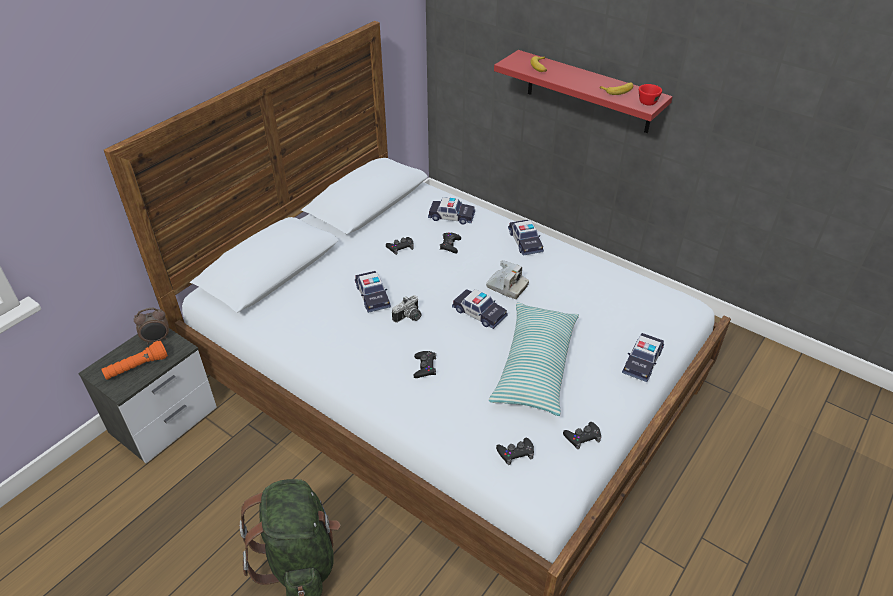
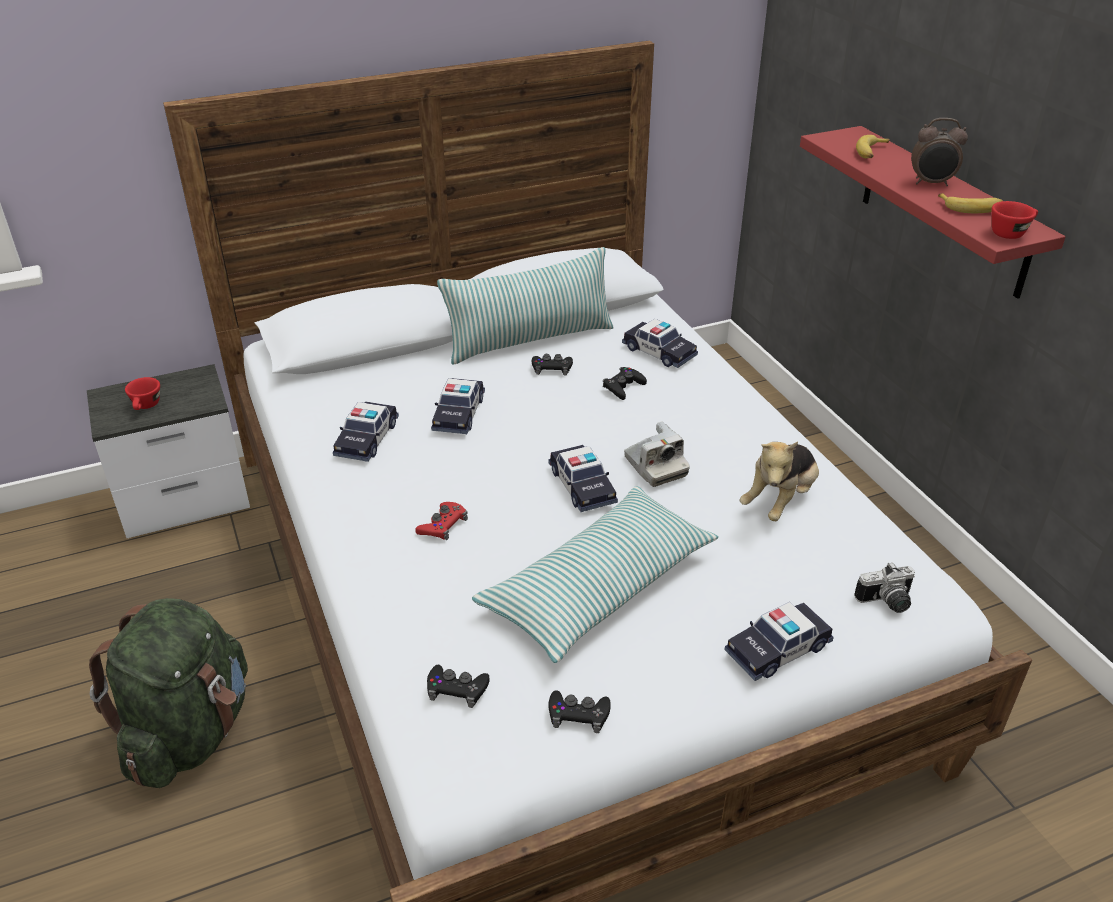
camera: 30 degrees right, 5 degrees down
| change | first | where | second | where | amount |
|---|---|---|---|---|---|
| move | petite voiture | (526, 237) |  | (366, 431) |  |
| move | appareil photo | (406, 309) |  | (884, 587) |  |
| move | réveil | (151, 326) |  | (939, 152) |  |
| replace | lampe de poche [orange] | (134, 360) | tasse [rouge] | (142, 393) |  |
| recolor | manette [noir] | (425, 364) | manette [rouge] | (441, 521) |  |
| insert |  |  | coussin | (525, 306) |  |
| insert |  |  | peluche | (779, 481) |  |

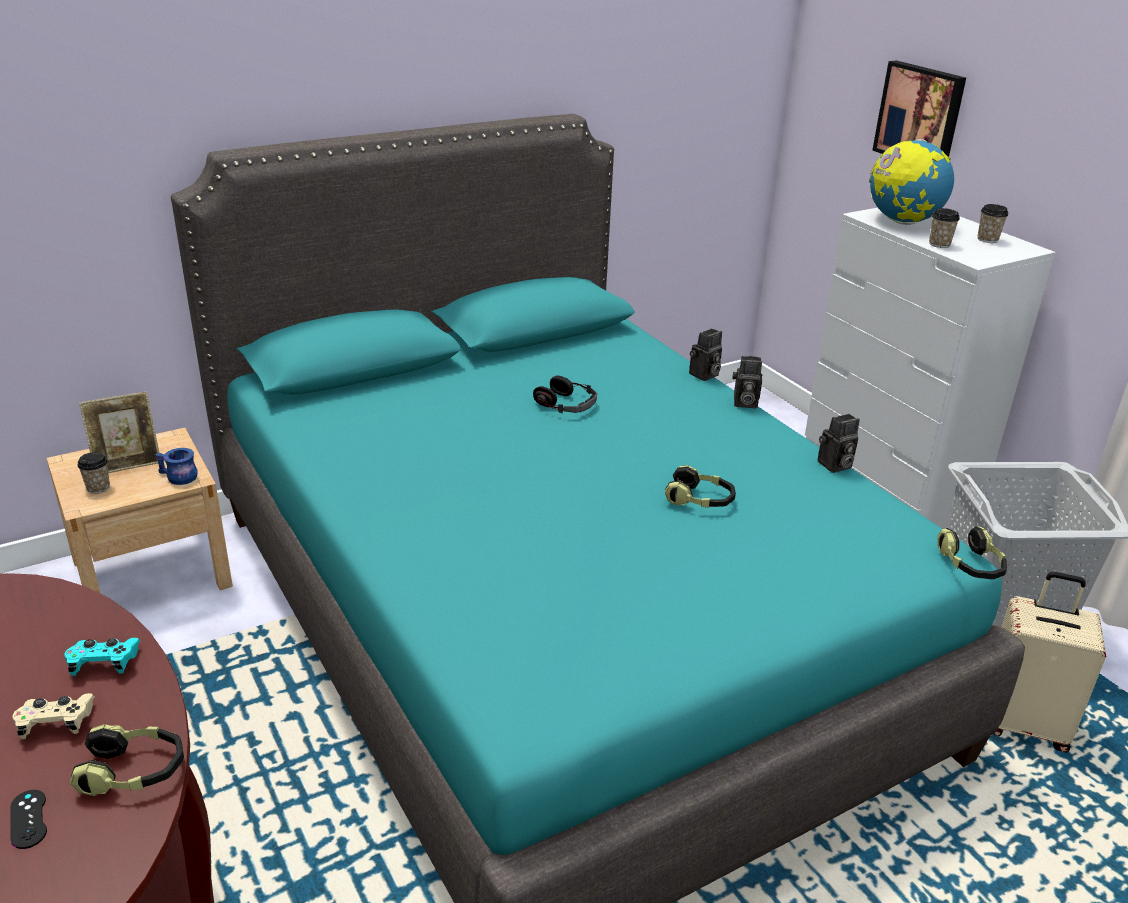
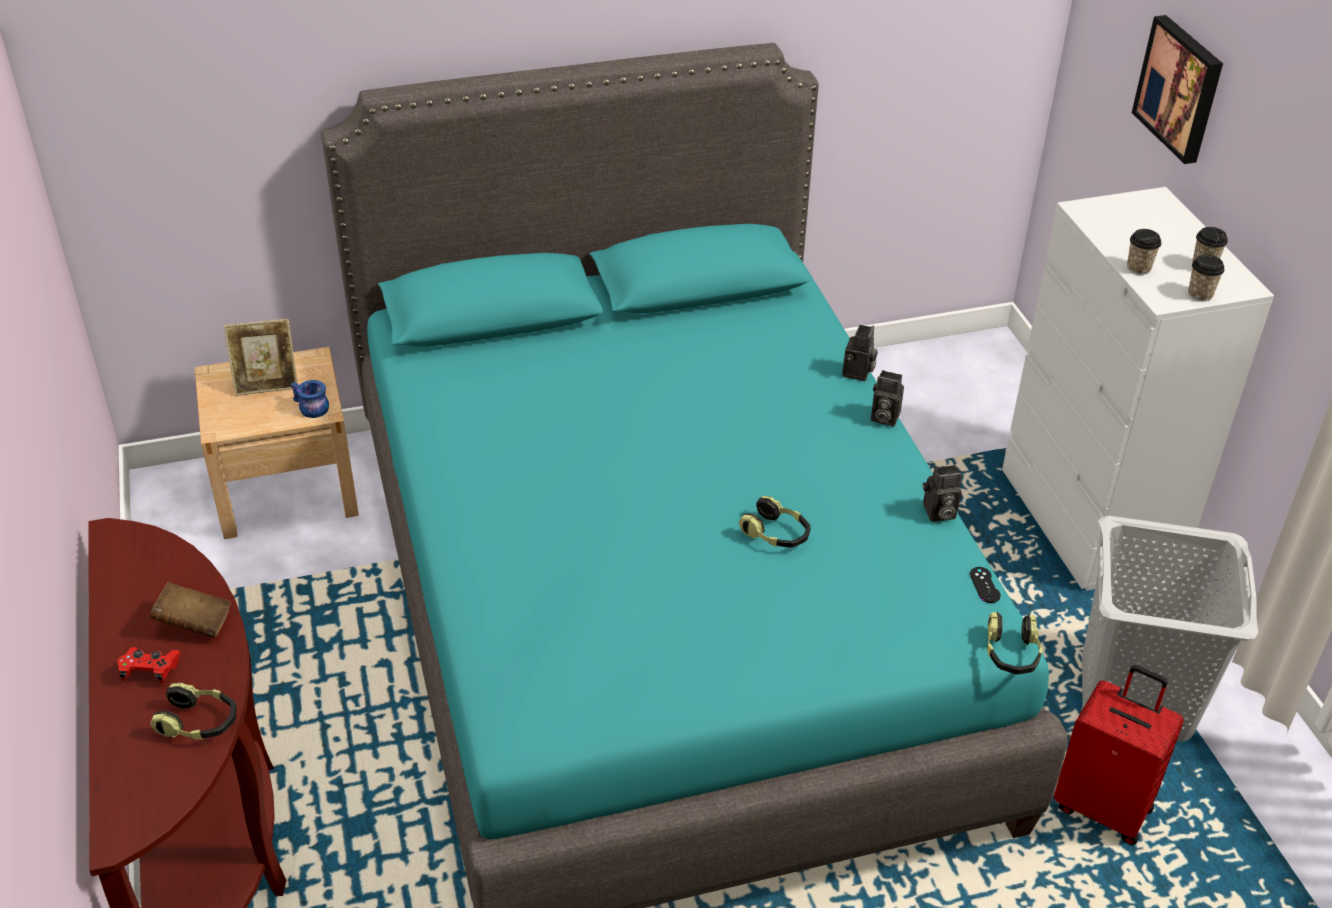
camera: 15 degrees right, 10 degrees up
| change | first | where | second | where | amount |
|---|---|---|---|---|---|
| delete | globe | (911, 182) |  |  |  |
| rotate | appareil photo | (705, 355) |  | (860, 353) | 45 degrees counterclockwise |
| delete | casque audio | (565, 394) |  |  |  |
| move | tasse | (93, 473) |  | (1206, 278) |  |
| recolor | valise [beige] | (1049, 662) | valise [rouge] | (1119, 755) |  |
| replace | manette [turquoise] | (102, 657) | livre [marron] | (190, 610) |  |
| recolor | manette [beige] | (53, 716) | manette [rouge] | (149, 665) |  |
| move | manette [noir] | (29, 819) |  | (985, 585) |  |

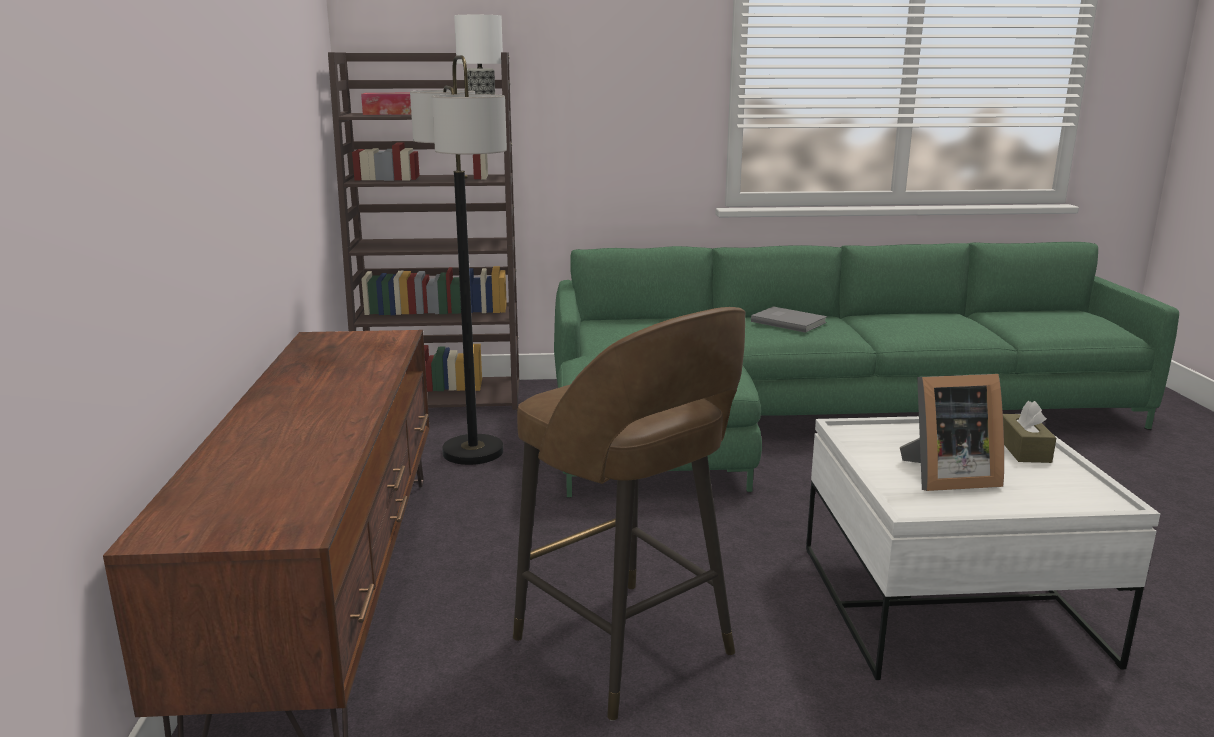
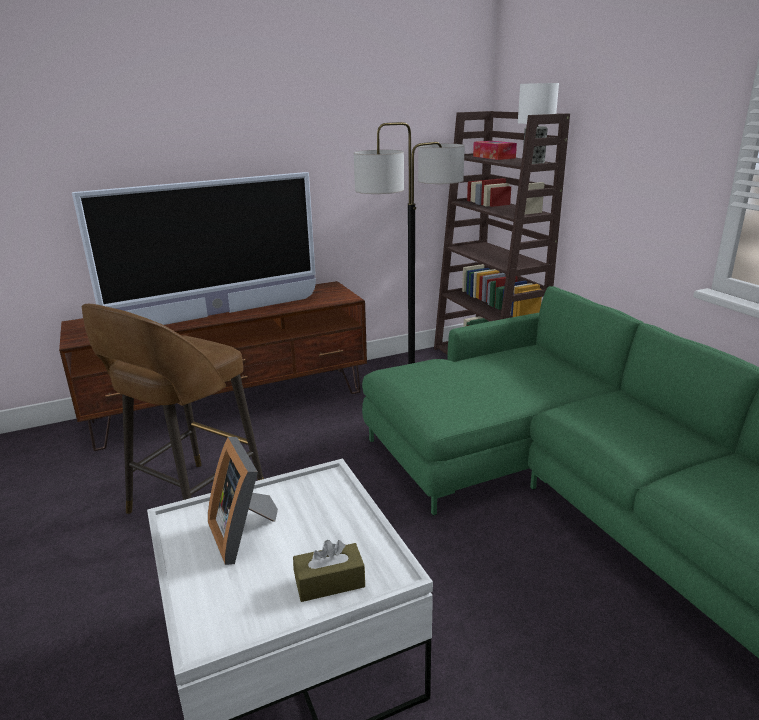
camera: 70 degrees right, 5 degrees up
| change | first | where | second | where | amount |
|---|---|---|---|---|---|
| delete | livre [gris] | (789, 319) |  |  |  |
| insert |  |  | téléviseur | (194, 248) |  |

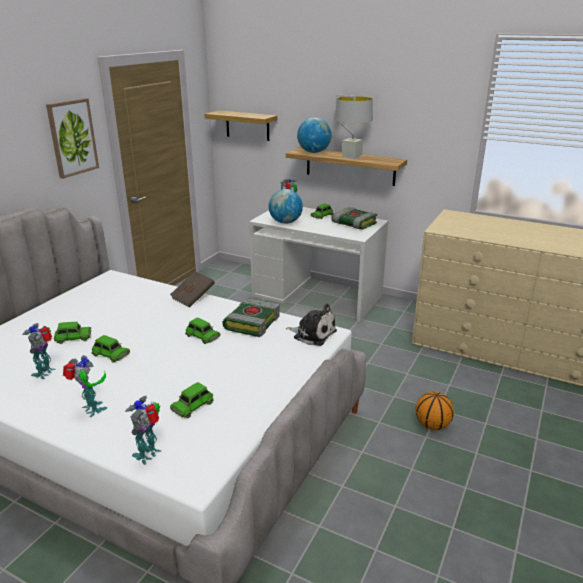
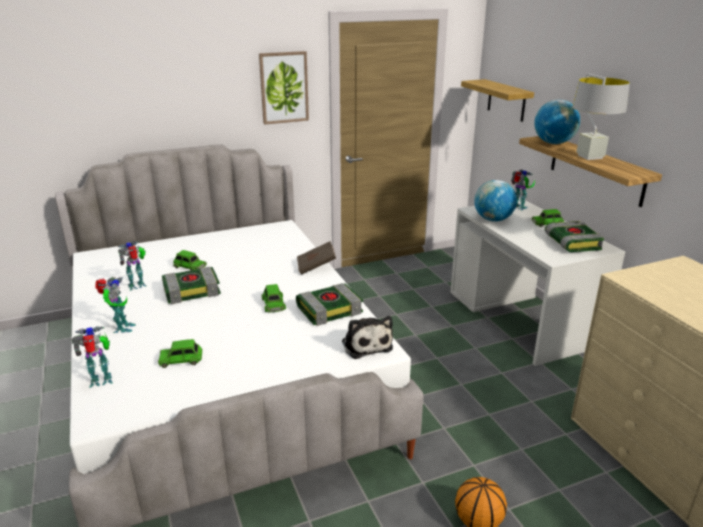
camera: 40 degrees right, 0 degrees up
| change | first | where | second | where | amount |
|---|---|---|---|---|---|
| replace | petite voiture [vert] | (111, 349) | livre | (191, 285) |  |

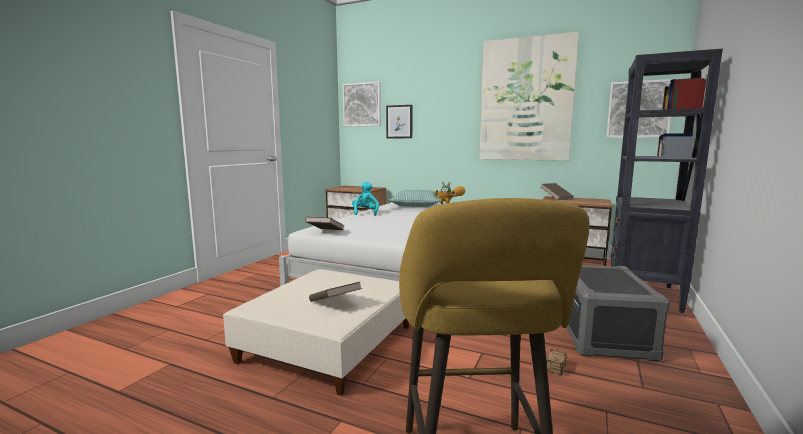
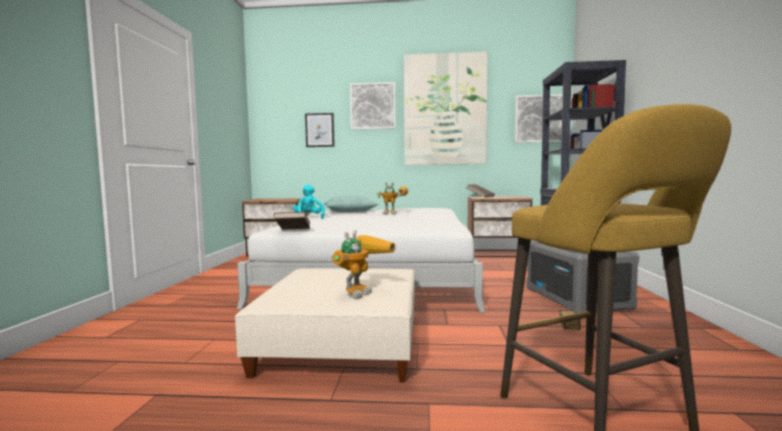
camera: 20 degrees left, 5 degrees down
| change | first | where | second | where | amount |
|---|---|---|---|---|---|
| move | tableau | (361, 104) |  | (373, 106) |  |
| replace | livre [marron] | (335, 292) | robot jouet | (364, 264) |  |

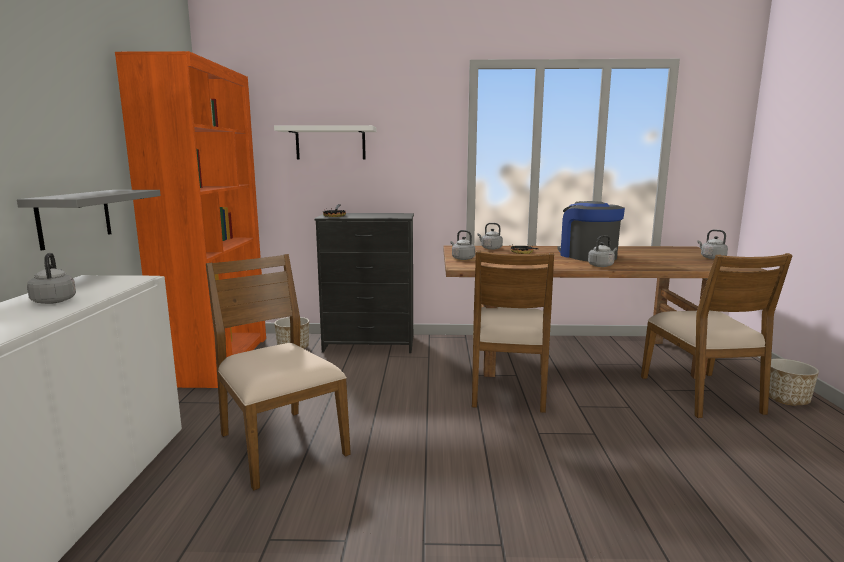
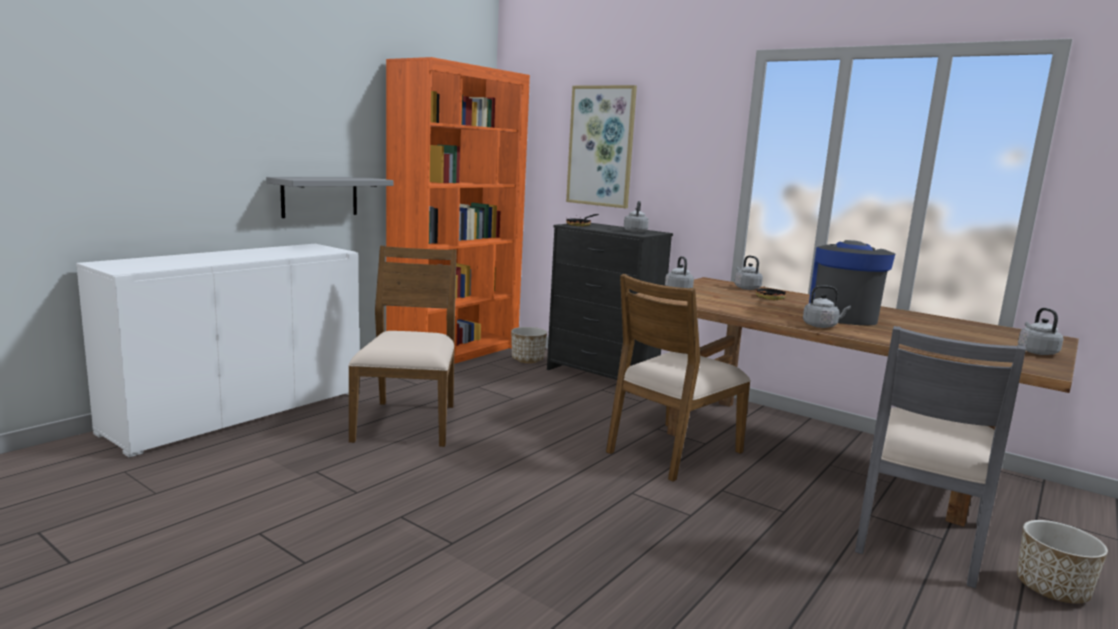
camera: 35 degrees right, 0 degrees up
| change | first | where | second | where | amount |
|---|---|---|---|---|---|
| replace | étagère [blanc] | (325, 142) | tableau | (601, 146) |  |
| move | bouilloire [gris] | (51, 278) |  | (636, 216) |  |
| recolor | chaise [marron] | (717, 335) | chaise [gris] | (940, 457) |  |

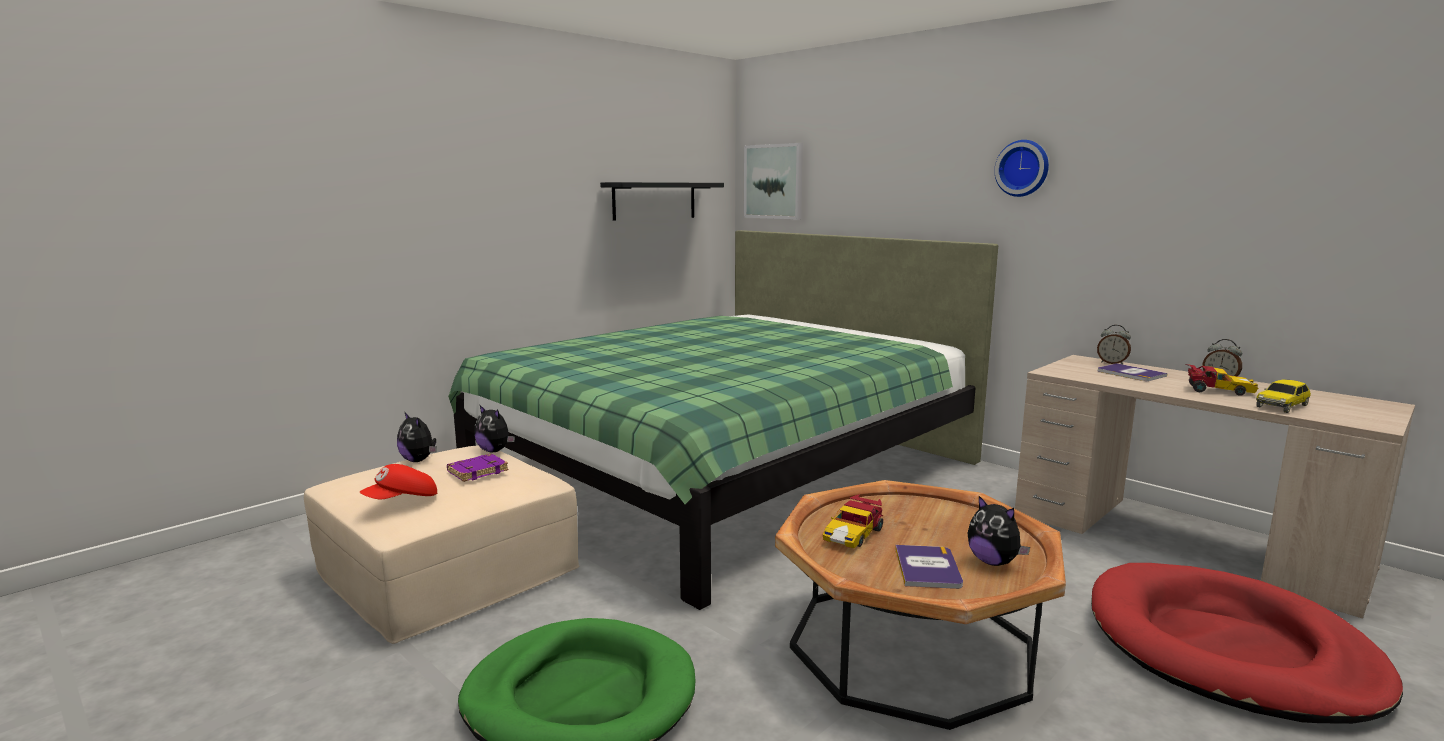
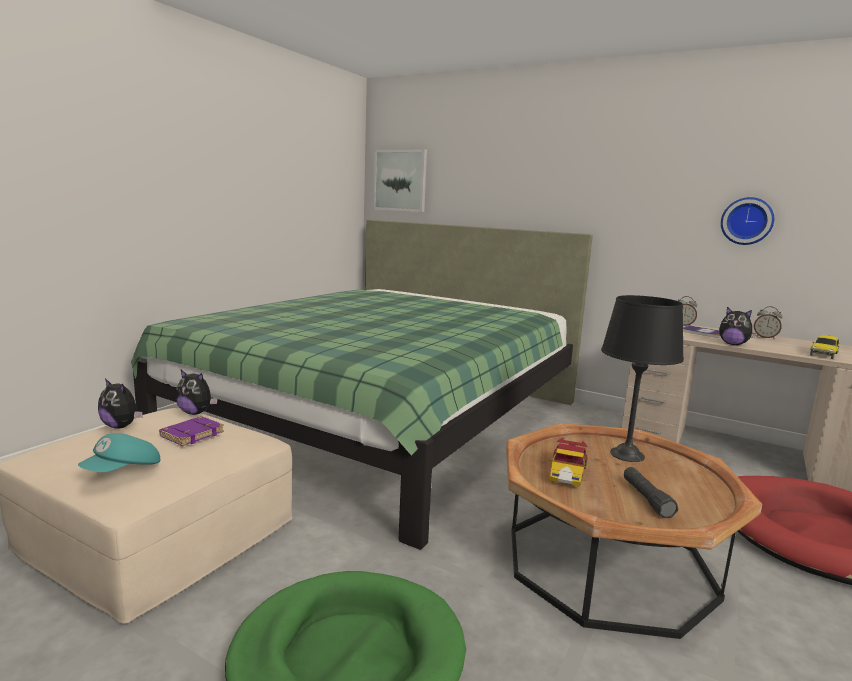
camera: 15 degrees left, 0 degrees up
| change | first | where | second | where | amount |
|---|---|---|---|---|---|
| move | horloge murale | (1021, 168) |  | (747, 221) |  |
| delete | étagère [noir] | (662, 201) |  |  |  |
| delete | petite voiture | (1221, 380) |  |  |  |
| recolor | casquette [rouge] | (398, 481) | casquette [turquoise] | (119, 452) |  |
| move | peluche | (998, 531) |  | (737, 326) |  |
| replace | livre | (929, 567) | lampe de poche [noir] | (651, 492) |  |
| insert |  |  | lampe de table [noir] | (642, 378) |  |

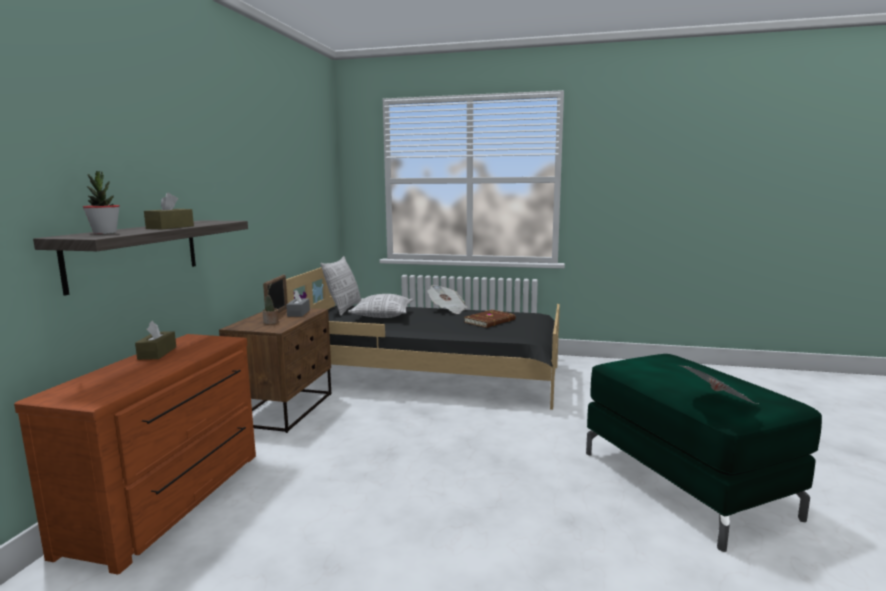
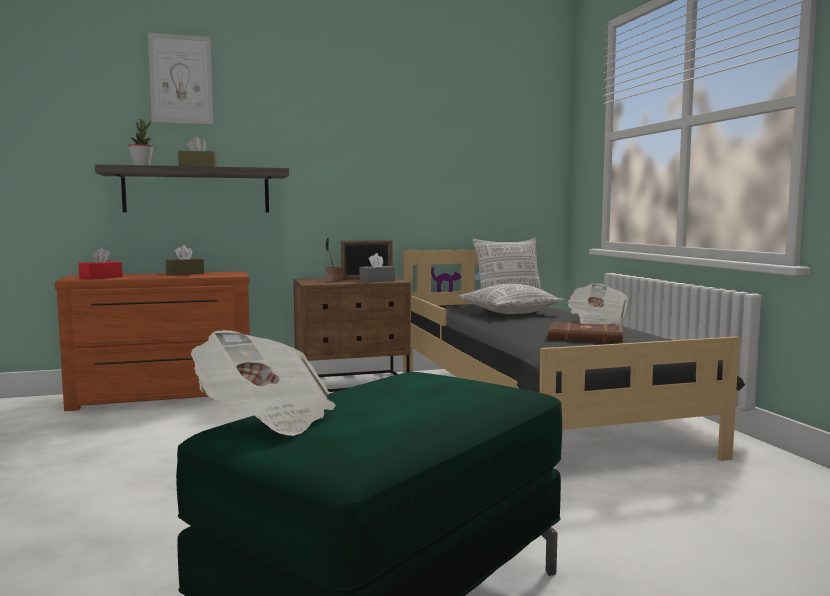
camera: 60 degrees right, 5 degrees down
| change | first | where | second | where | amount |
|---|---|---|---|---|---|
| insert |  |  | tableau | (180, 78) |  |
| insert |  |  | boîte à mouchoirs [rouge] | (100, 263) |  |

